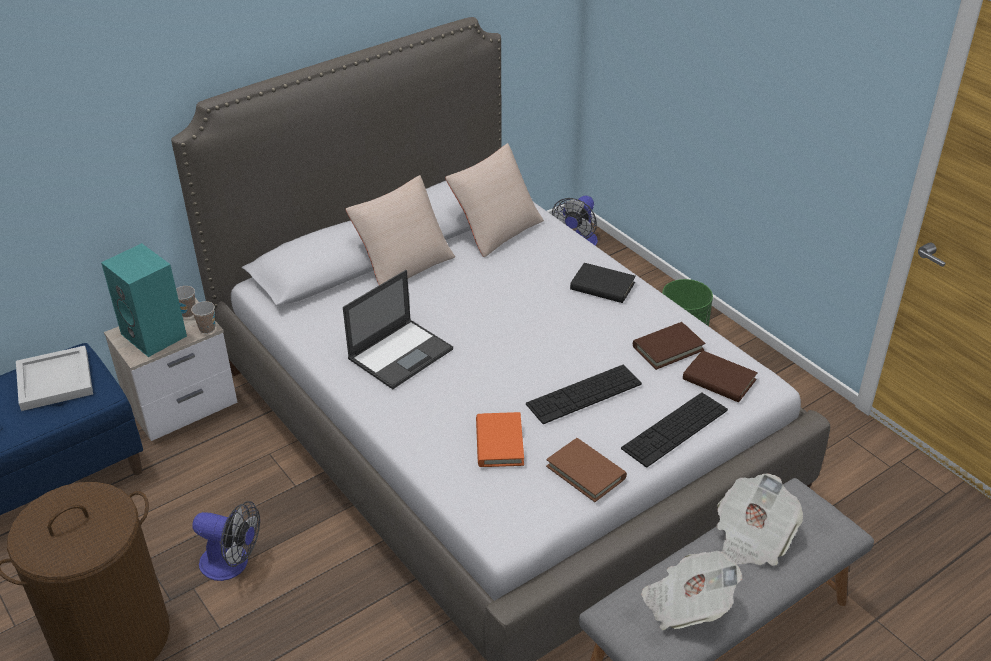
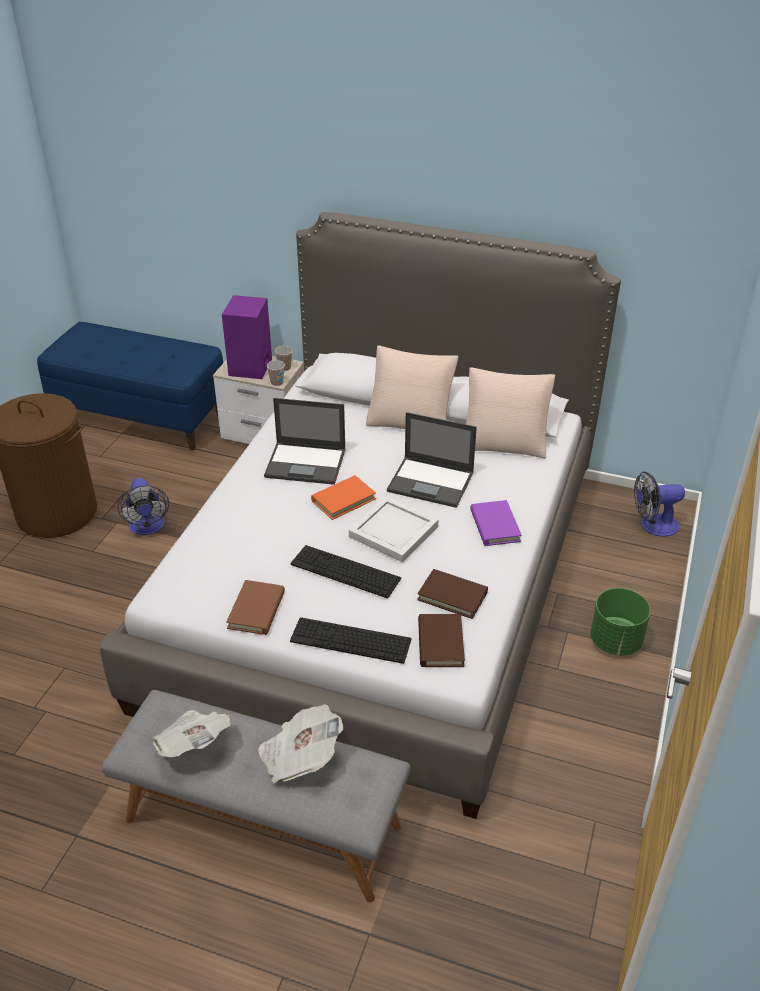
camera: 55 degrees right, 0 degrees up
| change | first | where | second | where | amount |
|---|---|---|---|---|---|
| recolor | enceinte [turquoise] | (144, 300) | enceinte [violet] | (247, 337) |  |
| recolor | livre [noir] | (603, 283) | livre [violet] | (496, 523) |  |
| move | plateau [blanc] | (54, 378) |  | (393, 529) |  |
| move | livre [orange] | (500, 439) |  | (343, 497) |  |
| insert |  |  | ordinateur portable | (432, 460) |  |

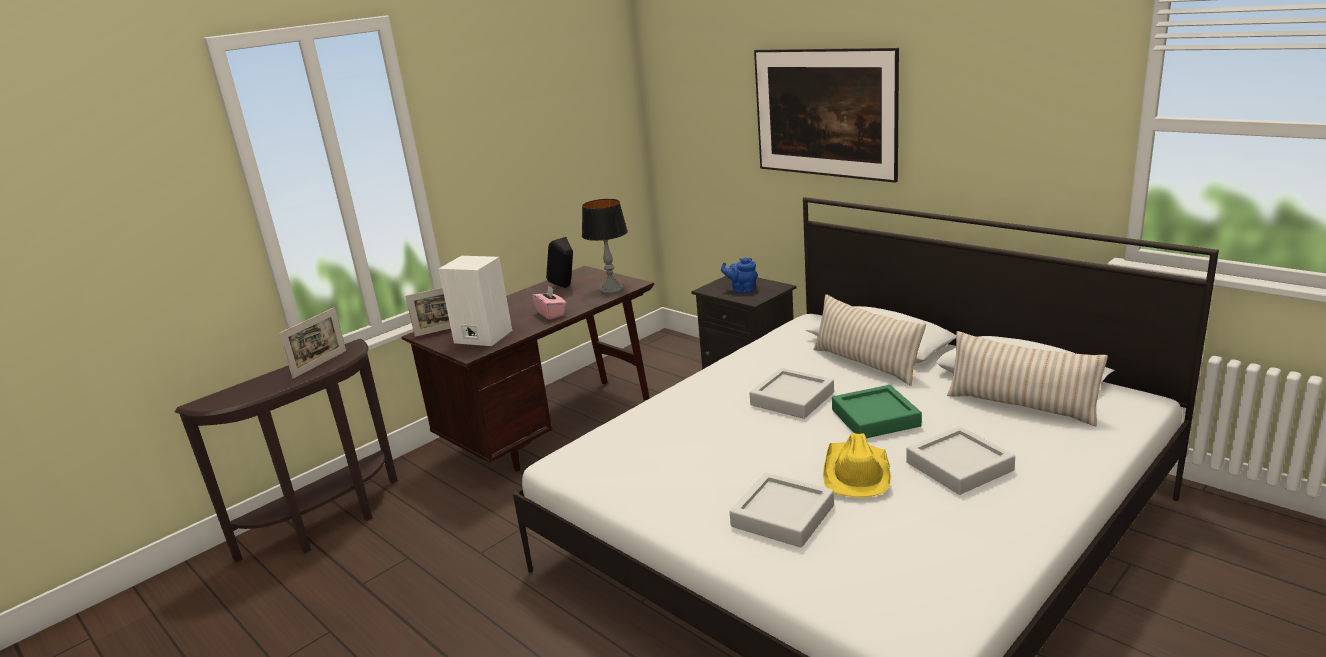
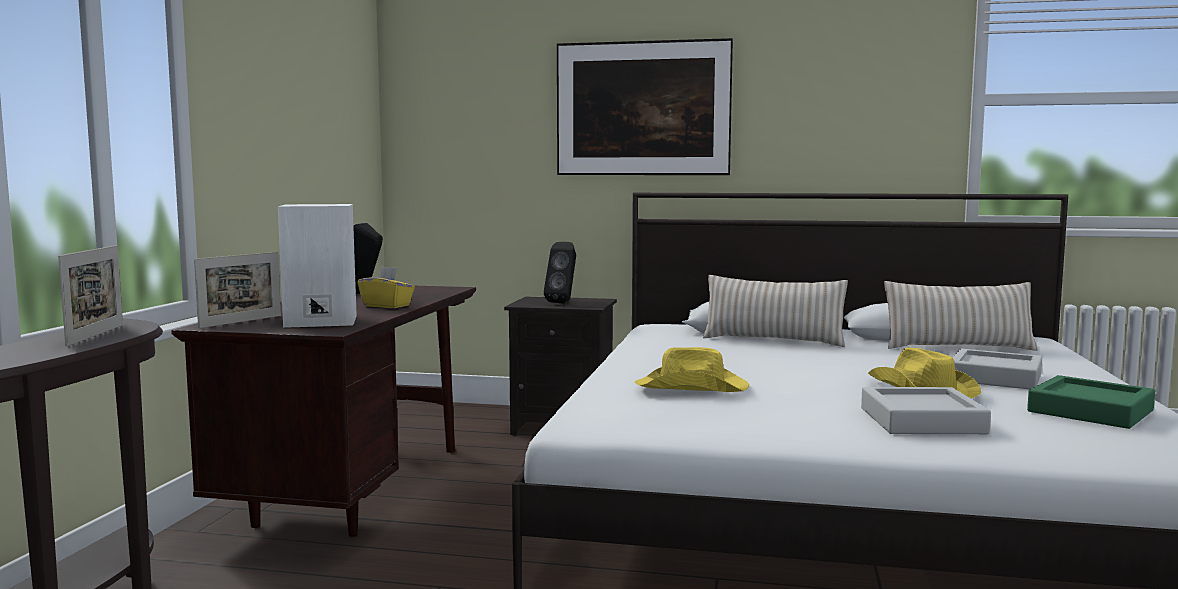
camera: 35 degrees left, 15 degrees down
| change | first | where | second | where | amount |
|---|---|---|---|---|---|
| delete | lampe de table | (605, 246) |  |  |  |
| replace | théière [bleu] | (739, 275) | enceinte [noir] | (560, 273) |  |
| recolor | boîte à mouchoirs [rose] | (549, 302) | boîte à mouchoirs [jaune] | (386, 287) |  |
| delete | plateau [gris] | (792, 393) |  |  |  |
| move | plateau [vert] | (877, 411) |  | (1091, 402) |  |
| insert |  |  | chapeau [jaune] | (692, 369) |  |

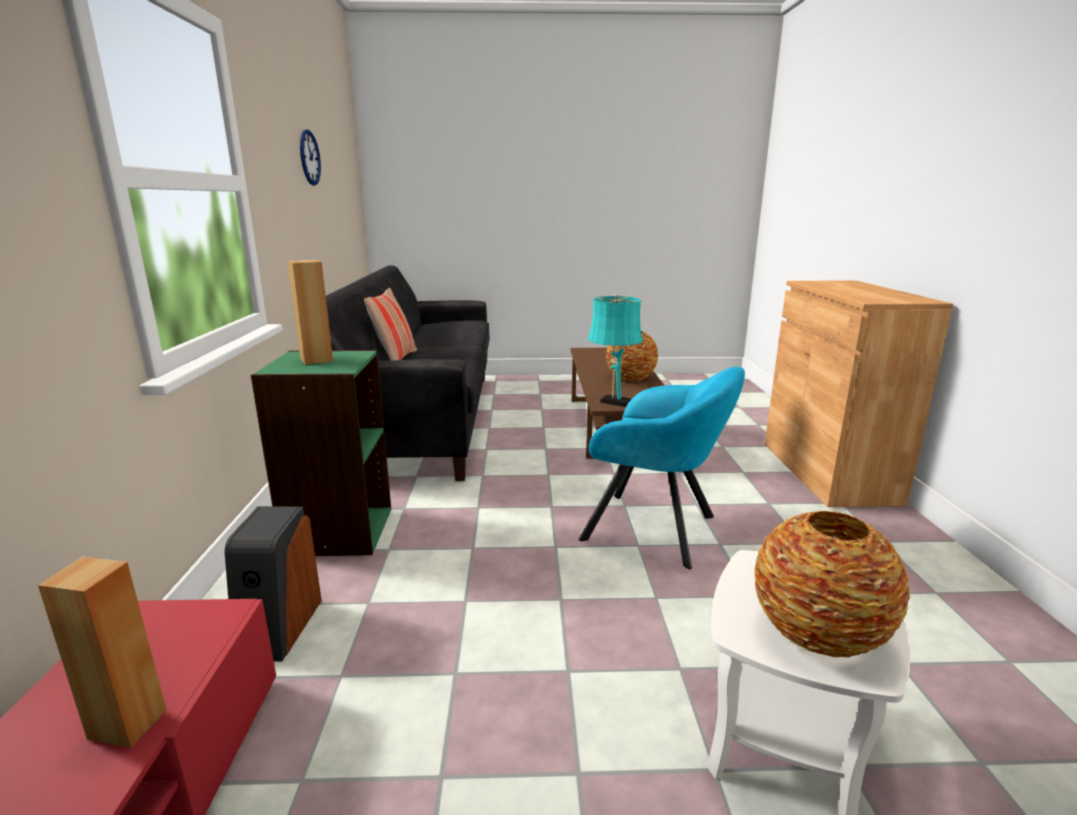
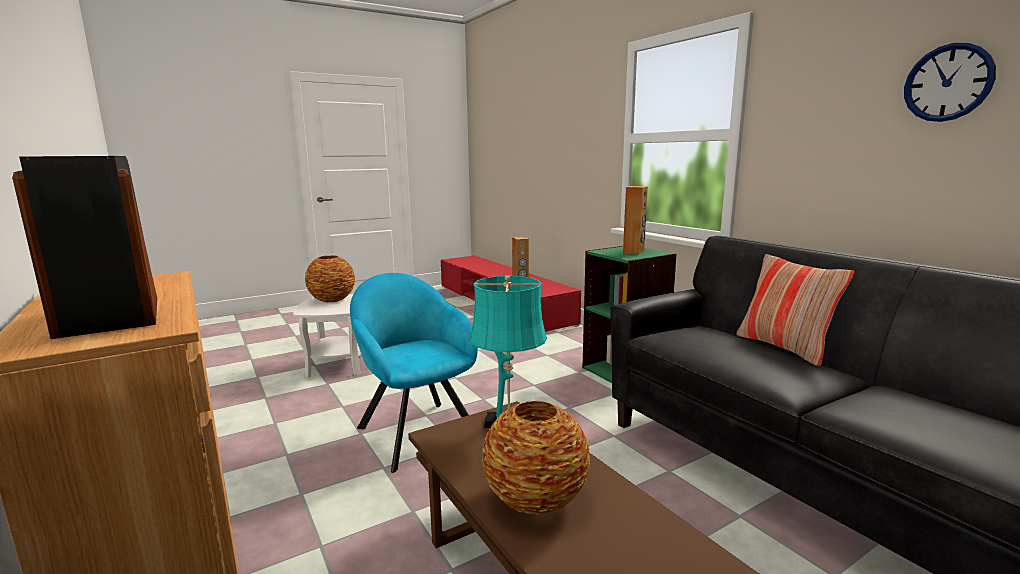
camera: 150 degrees right, 5 degrees down
| change | first | where | second | where | amount |
|---|---|---|---|---|---|
| rotate | fauteuil [turquoise] | (662, 468) |  | (414, 373) | 60 degrees clockwise |
| move | enceinte | (273, 584) |  | (84, 247) |  |

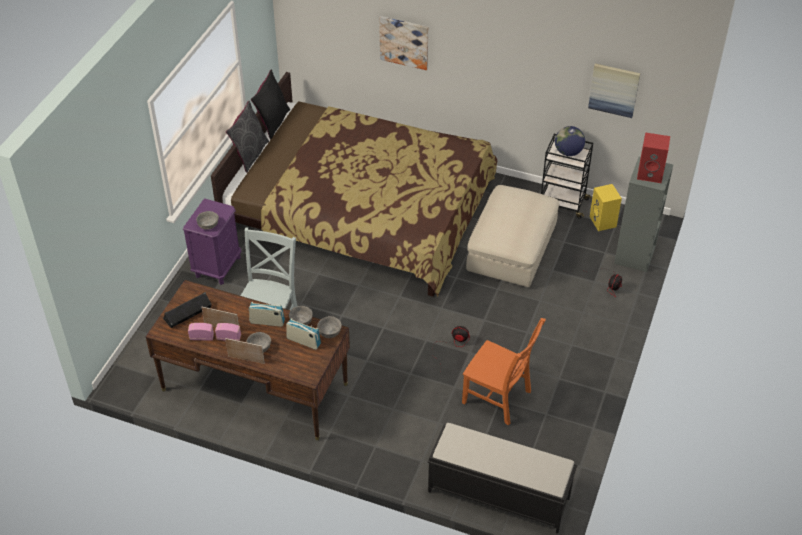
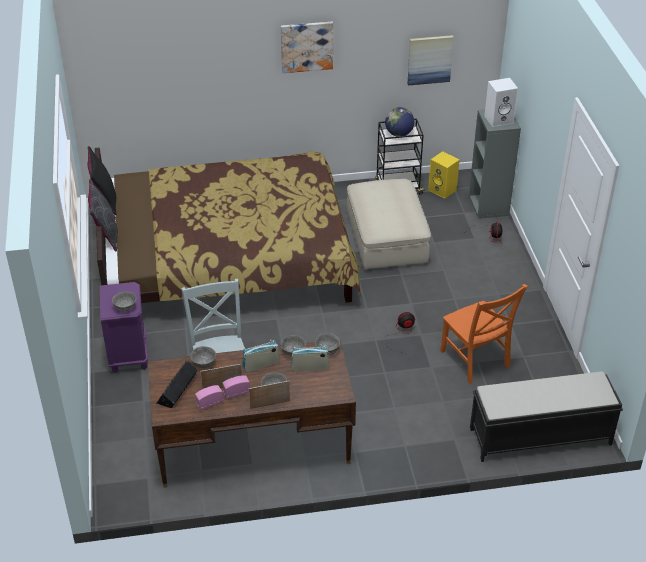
camera: 30 degrees left, 5 degrees down
| change | first | where | second | where | amount |
|---|---|---|---|---|---|
| move | tableau | (404, 43) |  | (307, 47) |  |
| recolor | enceinte [rouge] | (653, 157) | enceinte [blanc] | (501, 102) |  |
| rotate | chaise [orange] | (504, 371) |  | (484, 334) | 60 degrees clockwise |
| insert |  |  | bol [gris] | (203, 357) |  |

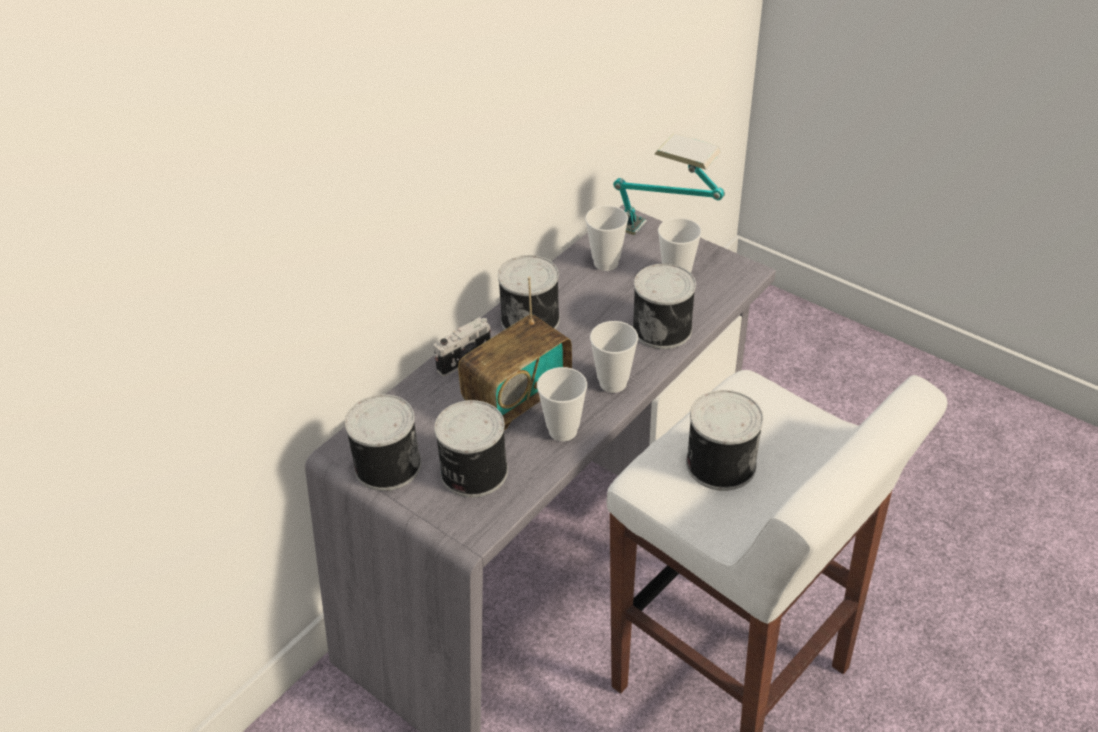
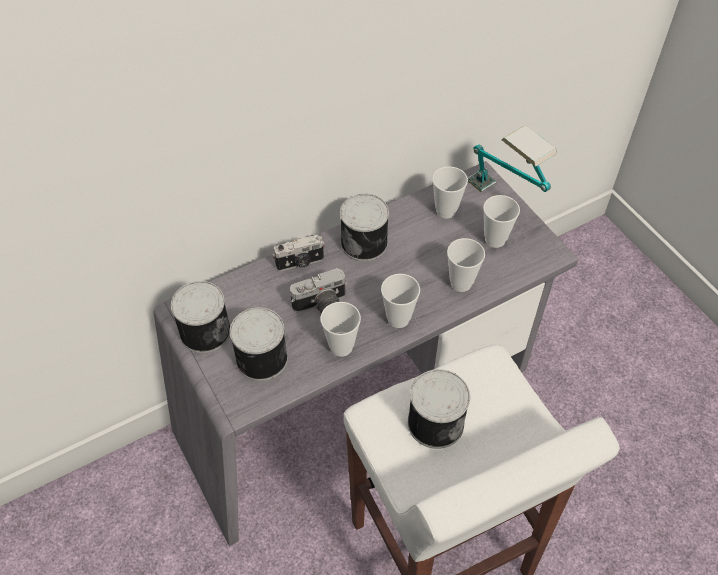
camera: 20 degrees right, 10 degrees up
| change | first | where | second | where | amount |
|---|---|---|---|---|---|
| replace | boîte métallique | (664, 306) | tasse | (466, 265) |  |
| replace | radio | (515, 353) | appareil photo | (319, 290) |  |

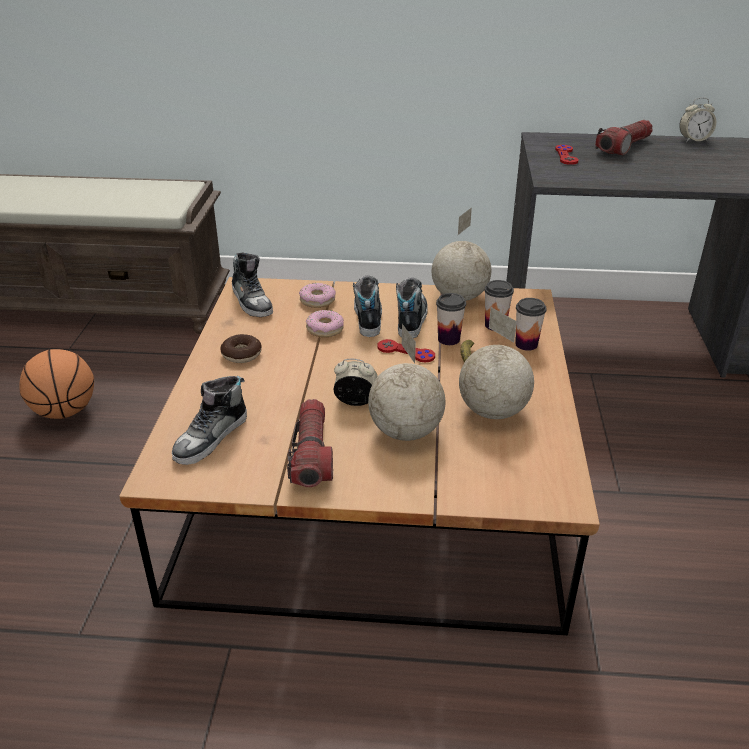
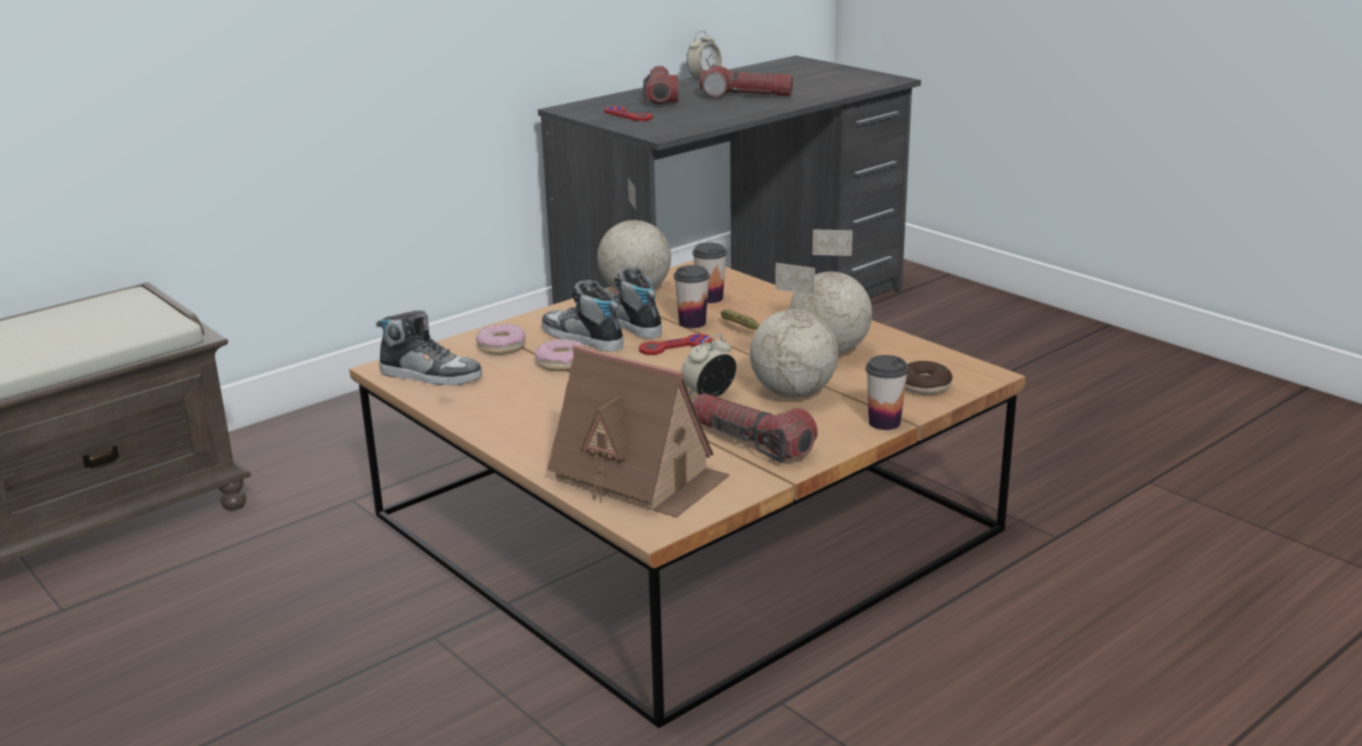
camera: 45 degrees left, 10 degrees down
| change | first | where | second | where | amount |
|---|---|---|---|---|---|
| move | tasse | (531, 324) |  | (887, 392) |  |
| move | beignet | (241, 348) |  | (929, 378) |  |
| delete | ballon de basket | (56, 384) |  |  |  |
| replace | chaussure | (209, 420) | maison miniature | (638, 431) |  |
| insert |  |  | lampe de poche | (746, 81) |  |

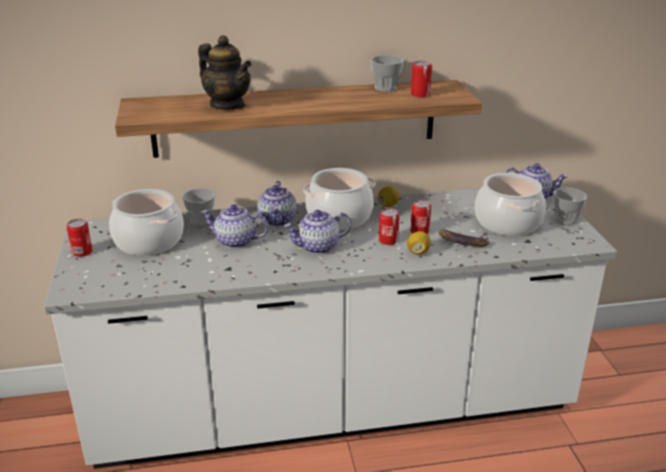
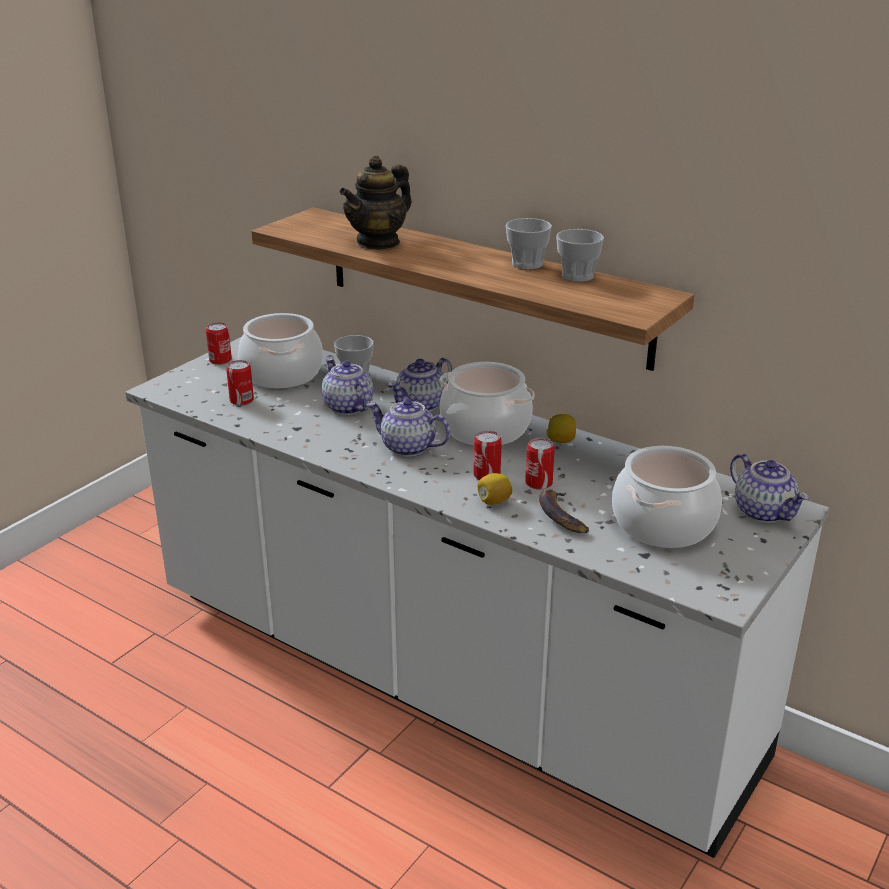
camera: 45 degrees right, 0 degrees up
| change | first | where | second | where | amount |
|---|---|---|---|---|---|
| rotate | théière | (225, 72) |  | (375, 202) | 45 degrees clockwise |
| move | boîte métallique | (421, 79) |  | (240, 383) |  |
| move | tasse | (570, 206) |  | (529, 244) |  |

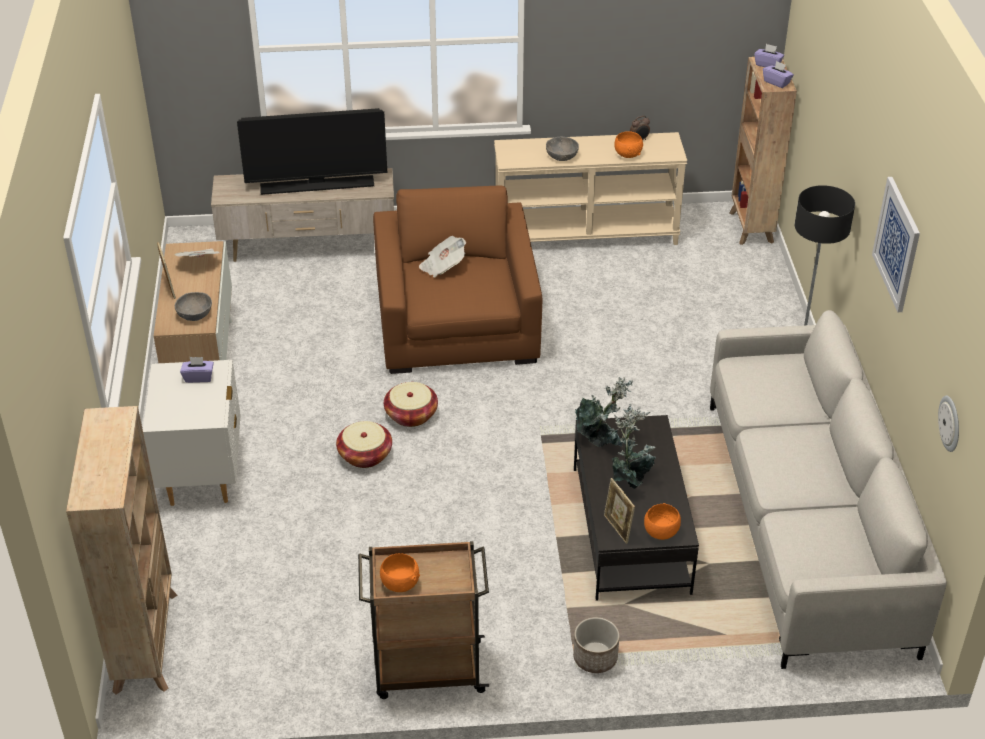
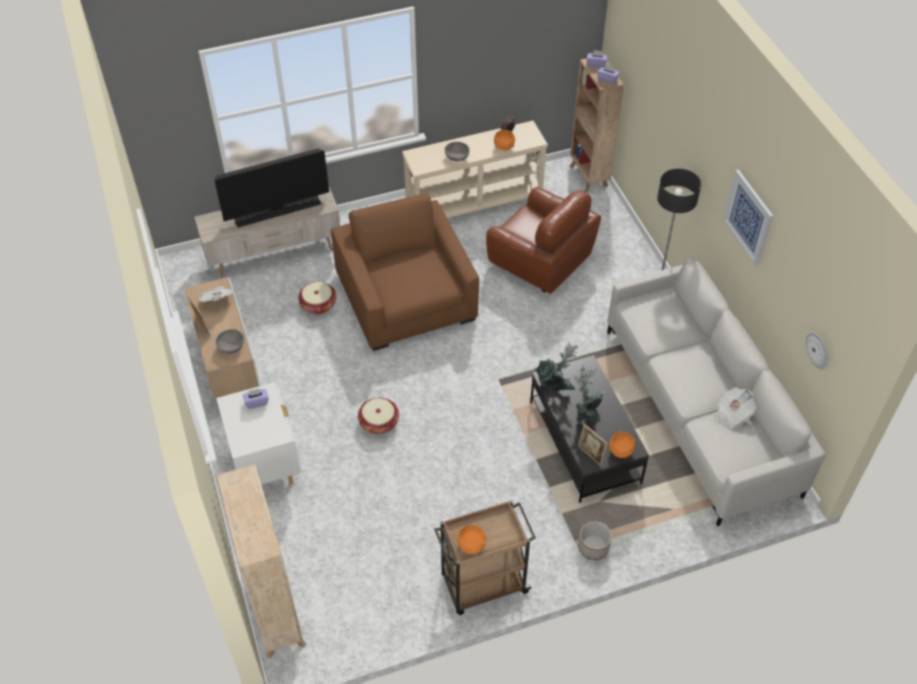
camera: 15 degrees left, 10 degrees up
| change | first | where | second | where | amount |
|---|---|---|---|---|---|
| move | journal | (442, 256) |  | (734, 408) |  |
| move | panier | (411, 404) |  | (317, 298) |  |
| insert |  |  | fauteuil [marron] | (543, 240) |  |

